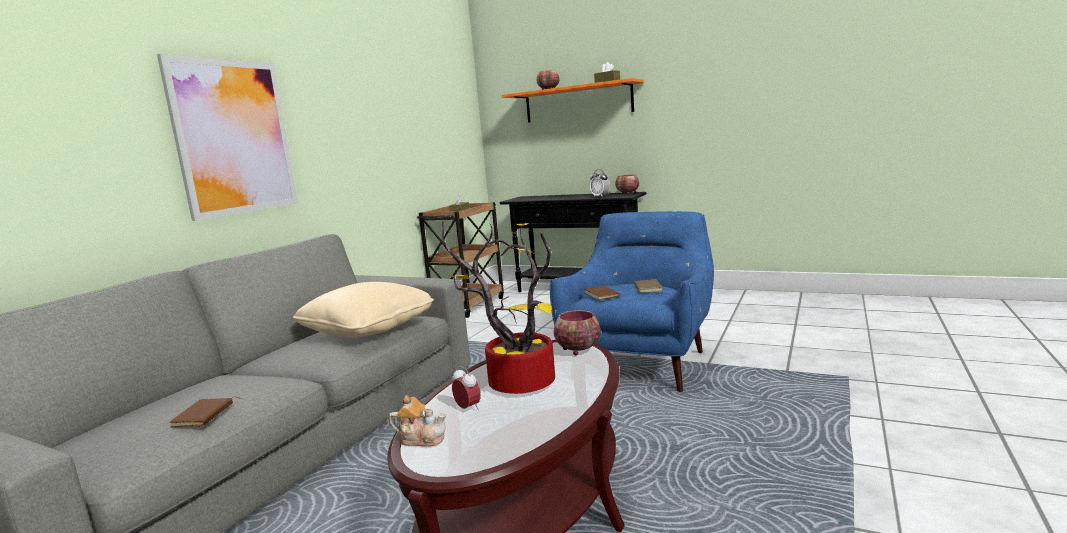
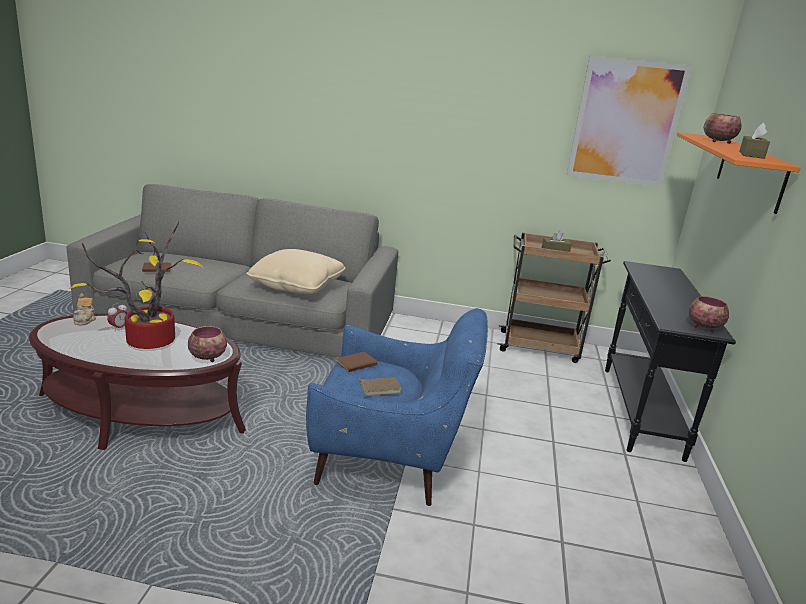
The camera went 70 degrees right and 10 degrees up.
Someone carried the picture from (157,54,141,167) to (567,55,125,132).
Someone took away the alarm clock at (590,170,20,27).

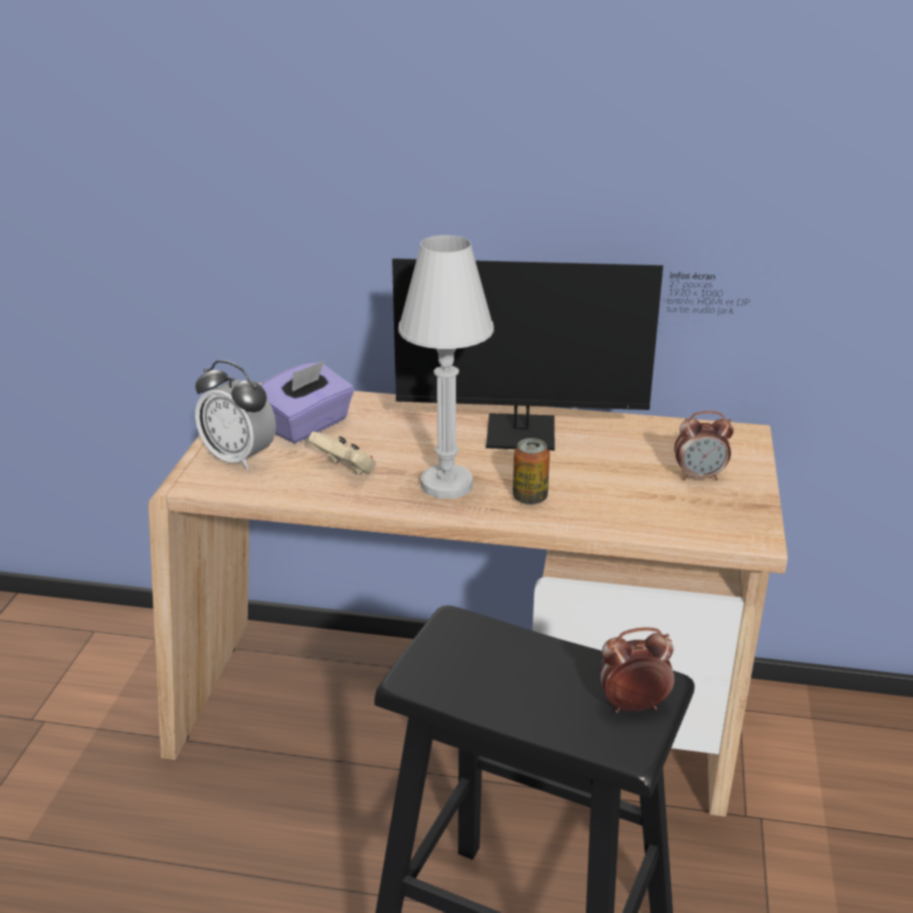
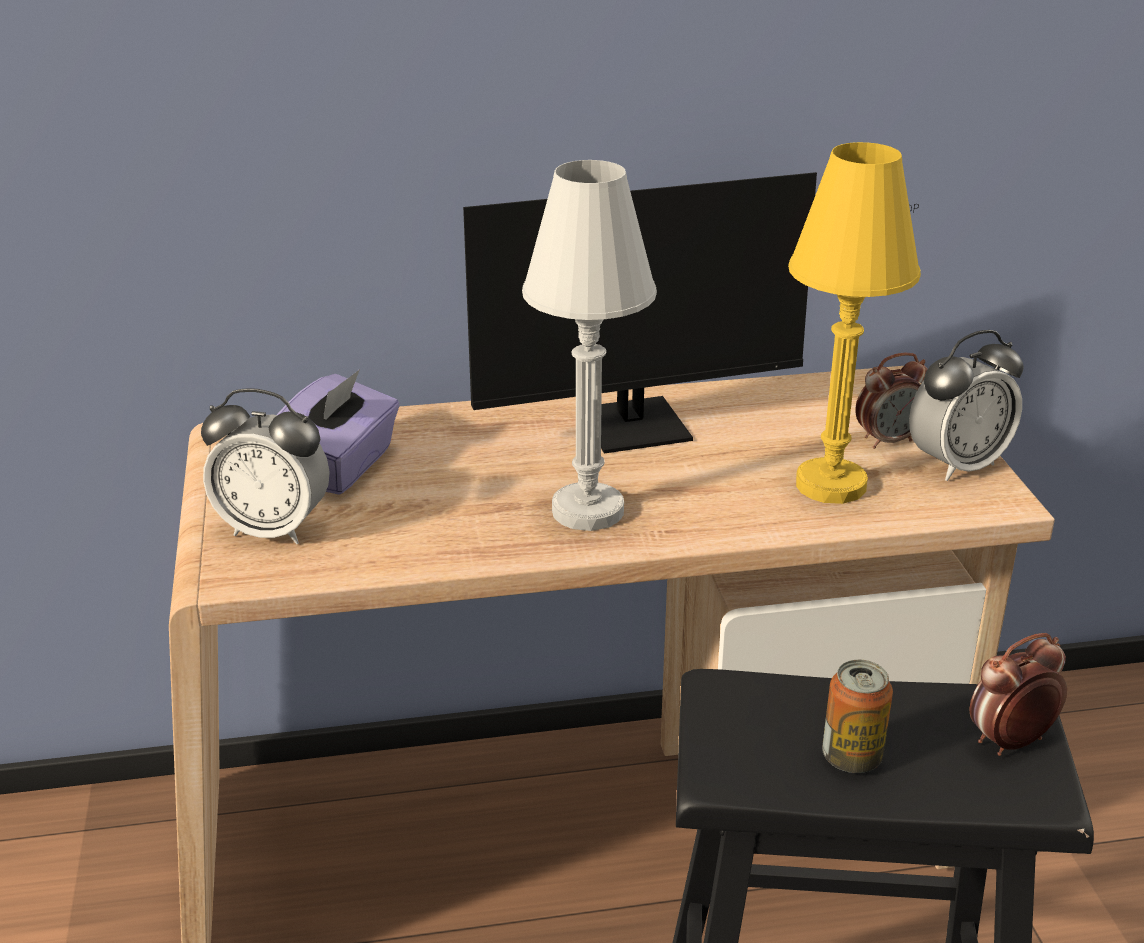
The camera went 20 degrees left and 0 degrees up.
Someone put down the table lamp/yellow at (788,142,133,362).
Someone carried the can from (513,438,37,67) to (822,659,71,114).
Someone put down the alarm clock at (909,330,115,151).
Someone took away the game controller/beige at (309,432,67,43).

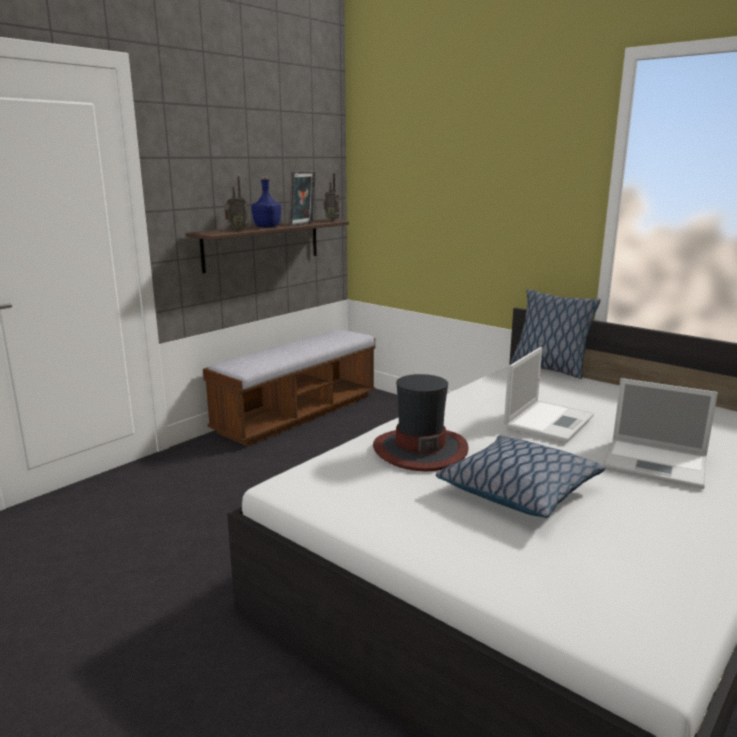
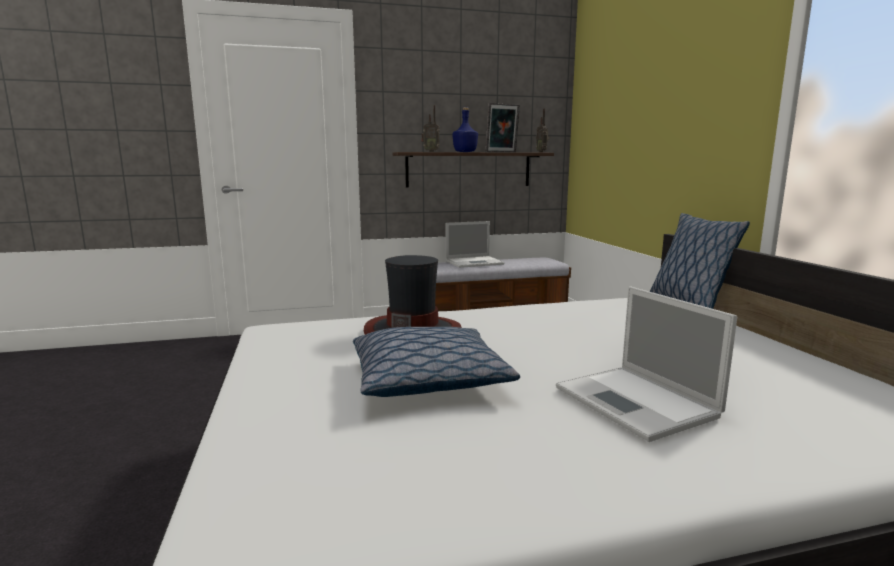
The camera went 35 degrees right and 5 degrees down.
Someone carried the laptop from (504,347,90,96) to (445,221,59,47).

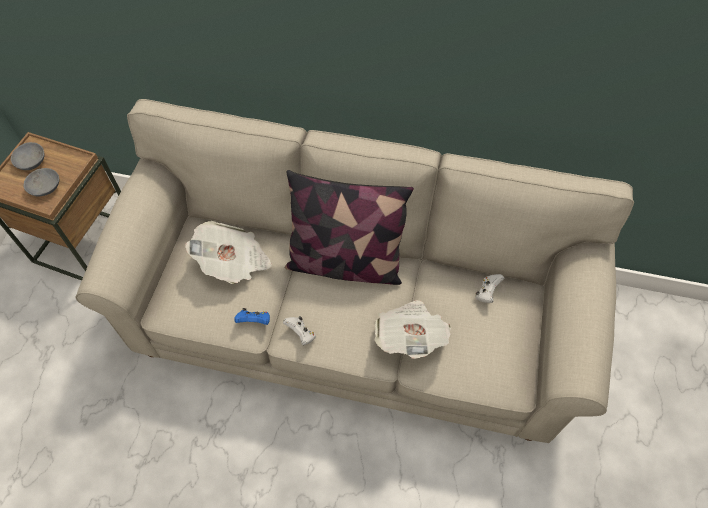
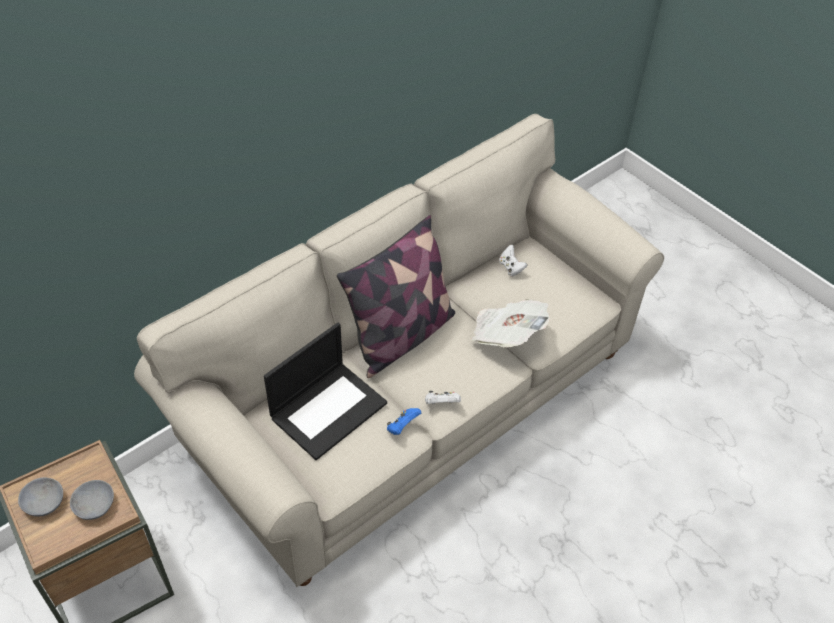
The camera went 55 degrees left and 10 degrees down.
Someone swapped the newspaper at (185,221,87,63) for the laptop at (264,322,123,138).

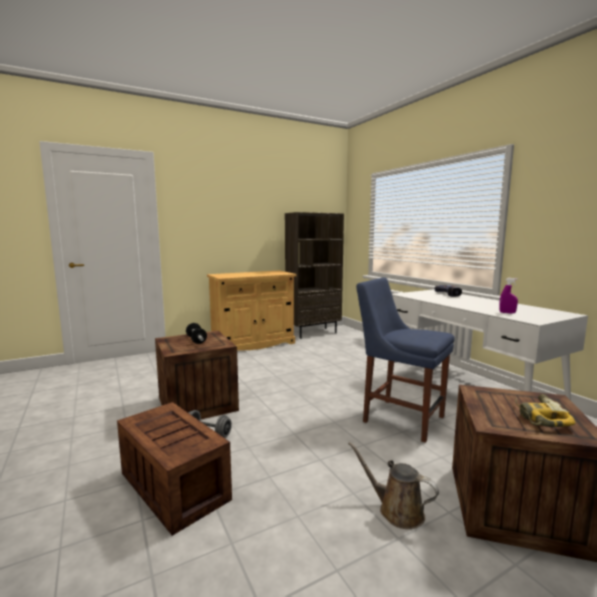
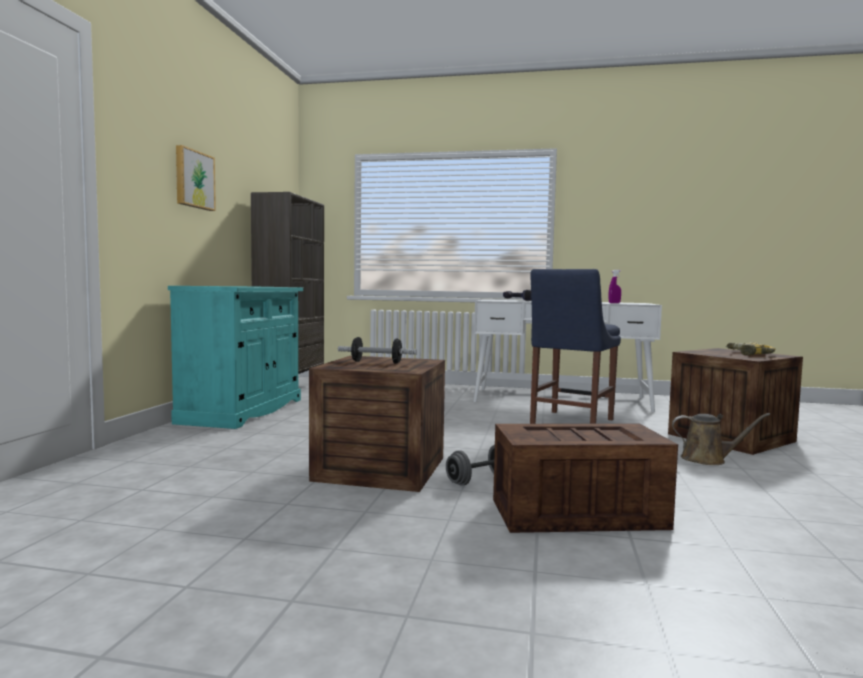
The camera went 50 degrees left and 5 degrees down.
Someone repainted the cabinet/beige at (207,270,89,80), which became the cabinet/turquoise at (168,286,135,143).
Someone put up the picture at (176,145,40,66).
Someone rotated the chair/blue at (356,277,99,166) by 45 degrees counterclockwise.
Someone rotated the watering can/brown at (348,442,91,87) by 150 degrees counterclockwise.

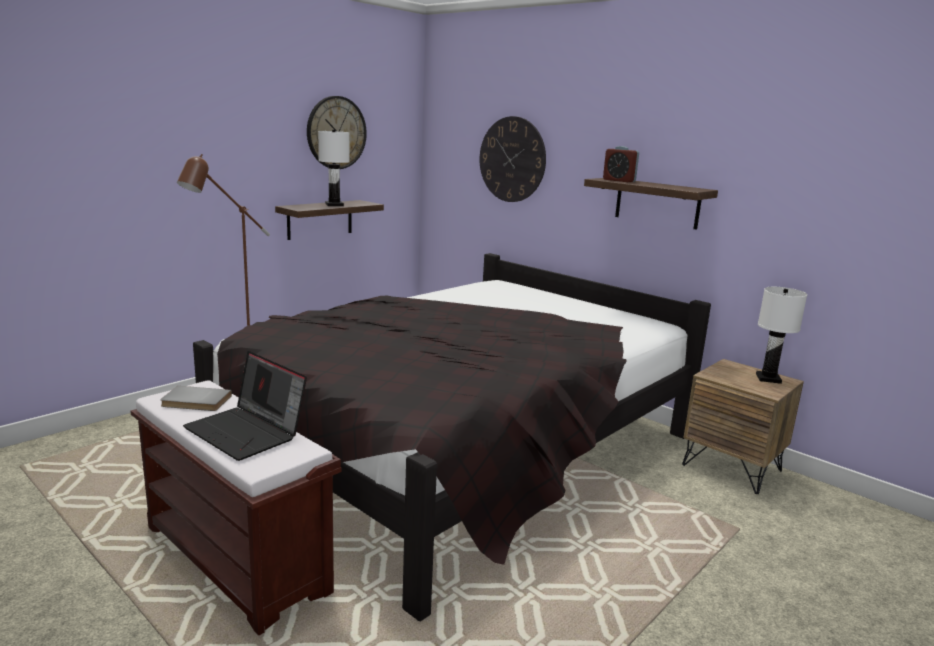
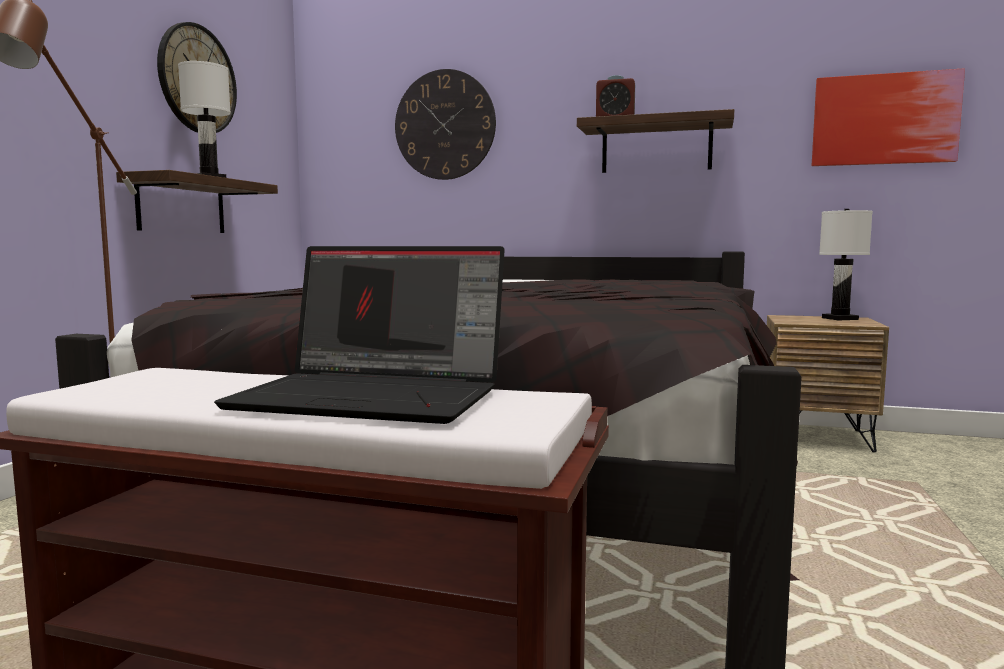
The camera went 25 degrees left and 10 degrees down.
Someone put up the picture at (812,68,153,98).
Someone took away the book/grey at (160,386,72,25).

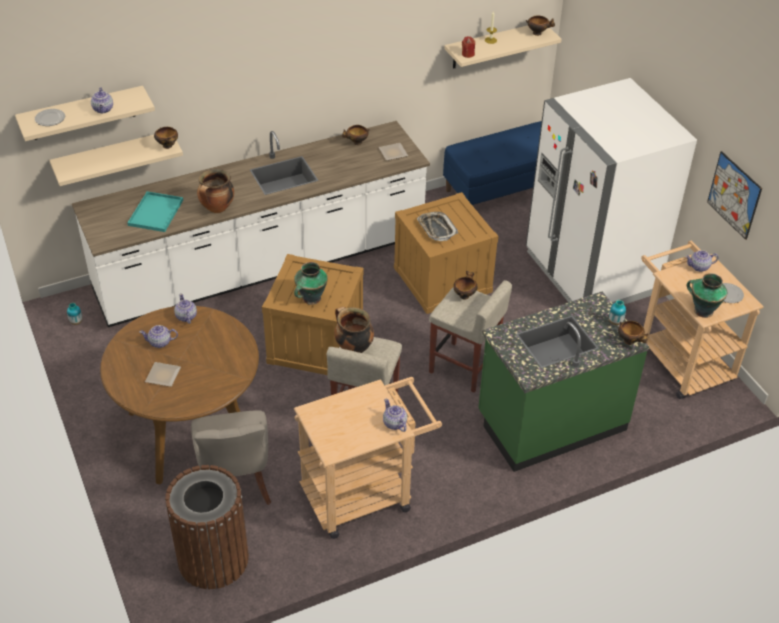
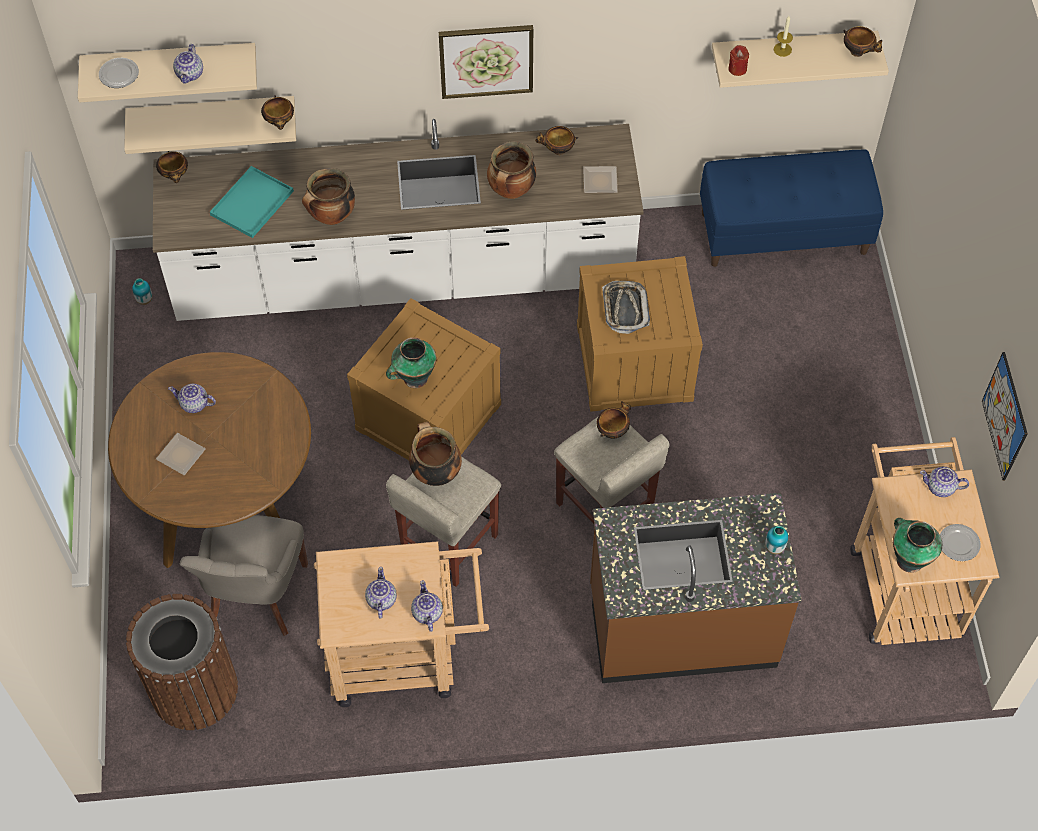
The camera went 20 degrees right and 15 degrees up.
Someone carried the bowl from (618,321,30,24) to (156,151,32,32).
Someone carried the teapot from (174,293,23,31) to (365,567,32,51).
Someone put up the picture at (439,25,94,74).
Someone put down the cooking pot at (487,141,49,58).
Someone repainted the counter/green at (478,292,171,180), which became the counter/brown at (590,493,212,190).
Someone took away the fridge/white at (526,78,171,227).

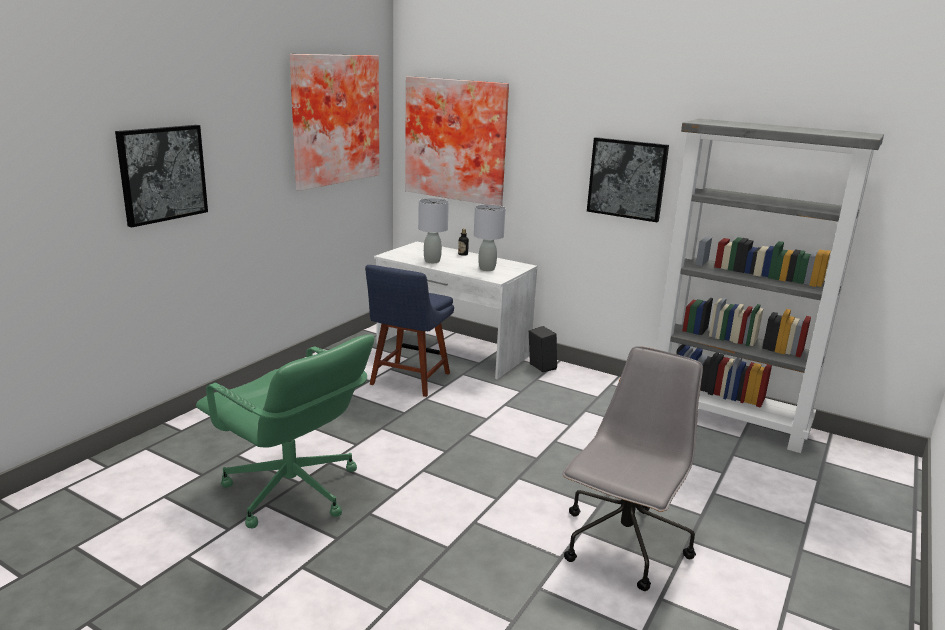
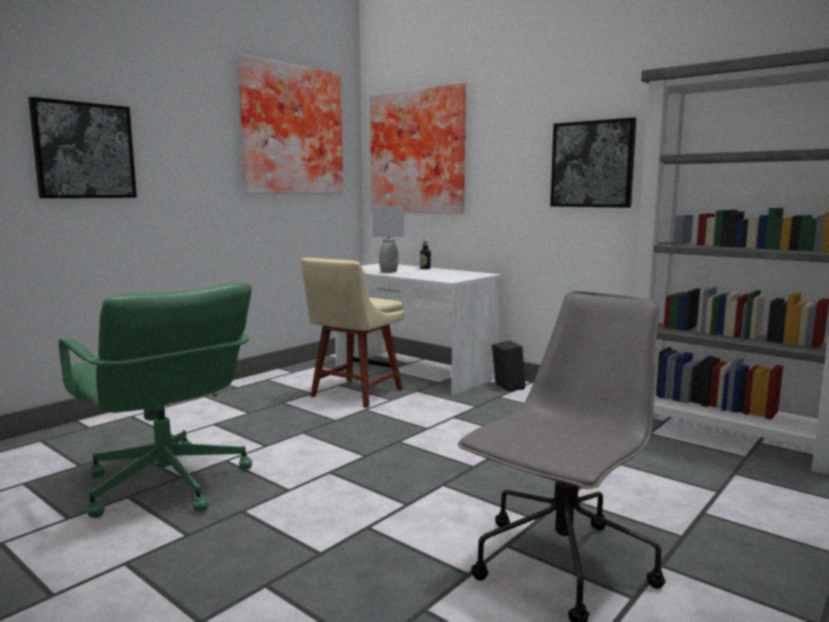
The camera went 10 degrees right and 10 degrees down.
Someone repainted the chair/blue at (365,265,89,132), which became the chair/beige at (301,258,104,150).
Someone took away the table lamp/grey at (474,204,32,67).

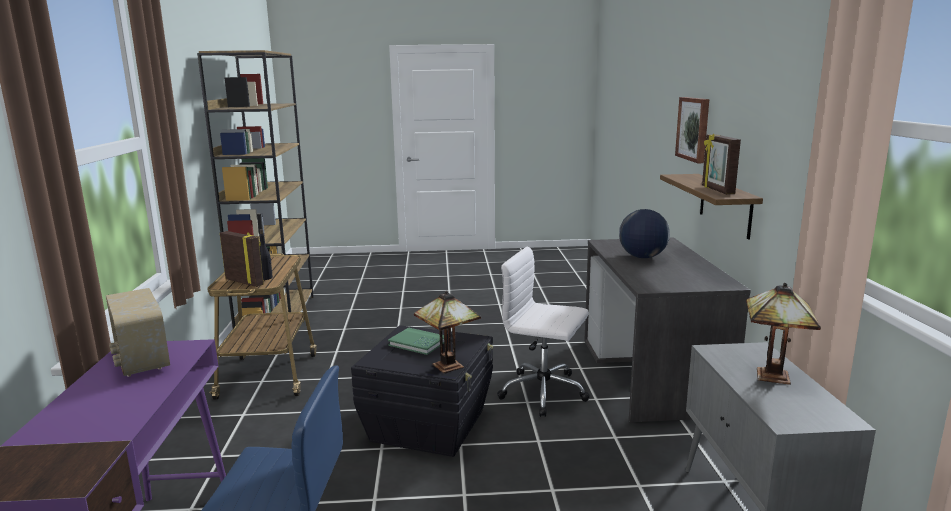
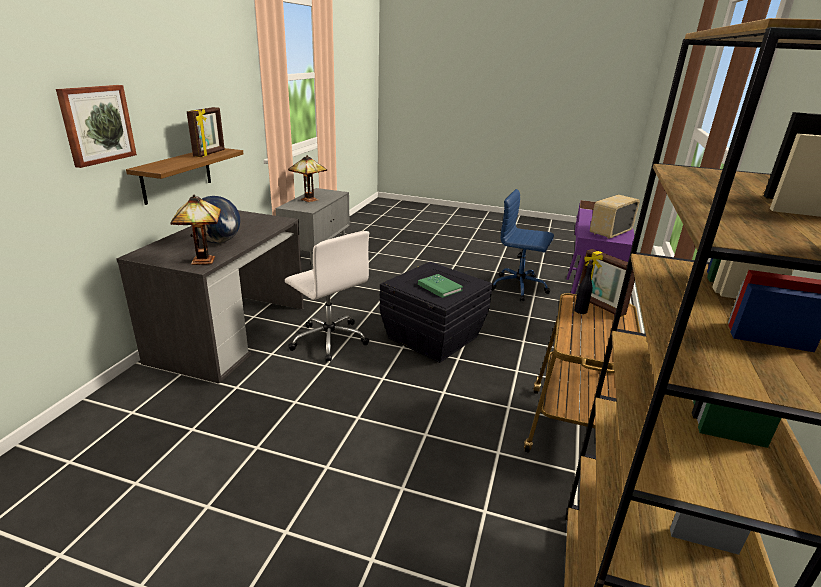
The camera went 160 degrees left and 10 degrees up.
Someone carried the table lamp from (414,291,67,82) to (170,195,51,70).
Someone rotated the radio at (106,288,64,89) by 120 degrees counterclockwise.

